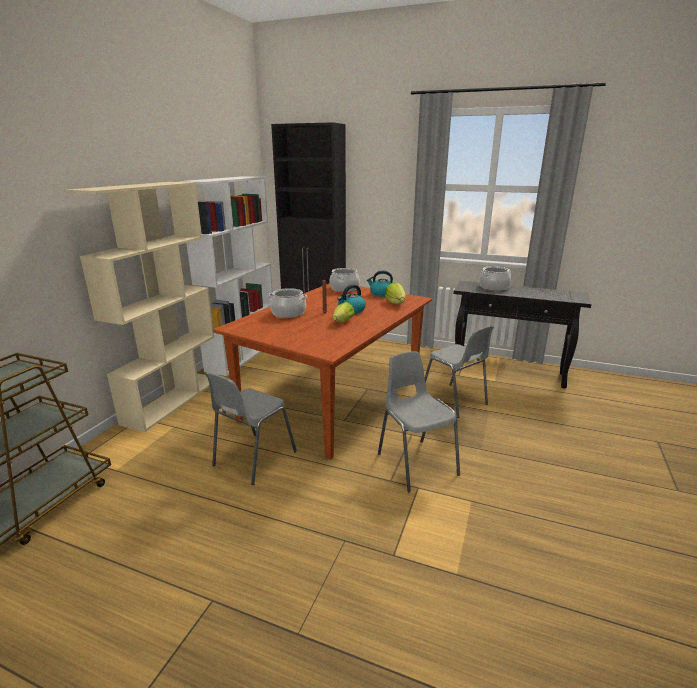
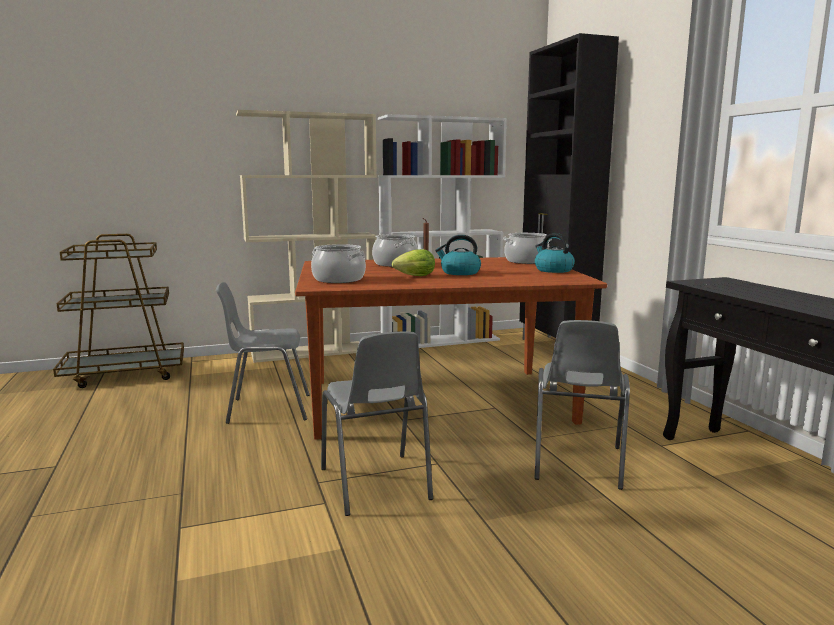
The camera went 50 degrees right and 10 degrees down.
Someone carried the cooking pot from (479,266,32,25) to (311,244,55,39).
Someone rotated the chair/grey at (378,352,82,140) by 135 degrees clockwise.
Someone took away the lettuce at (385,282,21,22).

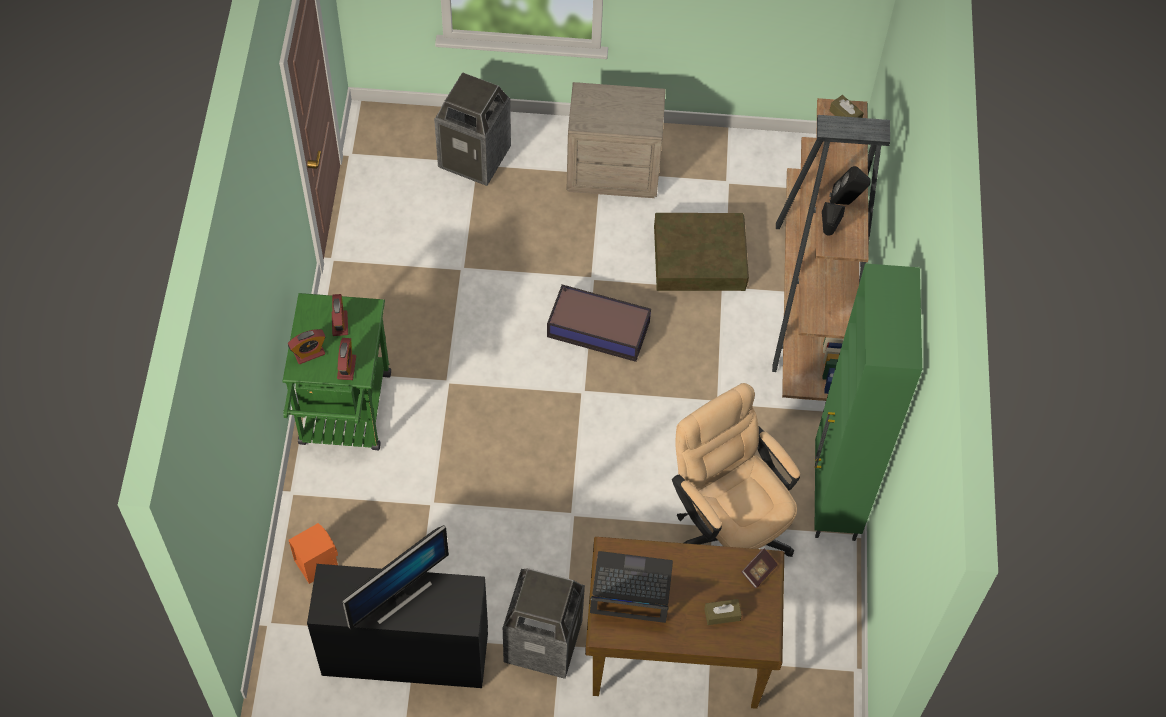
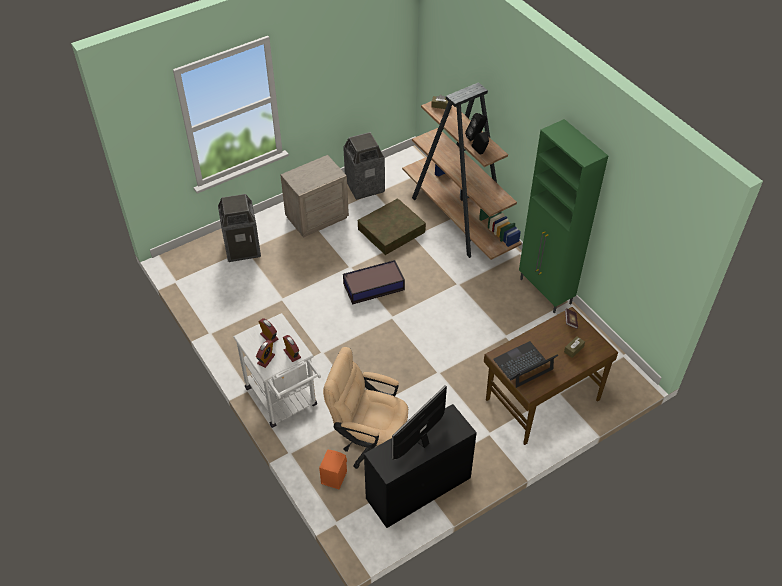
The camera went 35 degrees left and 10 degrees down.
Someone repainted the cart/green at (282,293,109,157), which became the cart/white at (233,313,88,115).
Someone carried the office chair/beige from (672,383,128,174) to (323,347,85,122).
Someone carried the trash can from (503,568,82,111) to (343,132,42,68).
Someone rotated the monitor at (342,525,107,104) by 150 degrees counterclockwise.

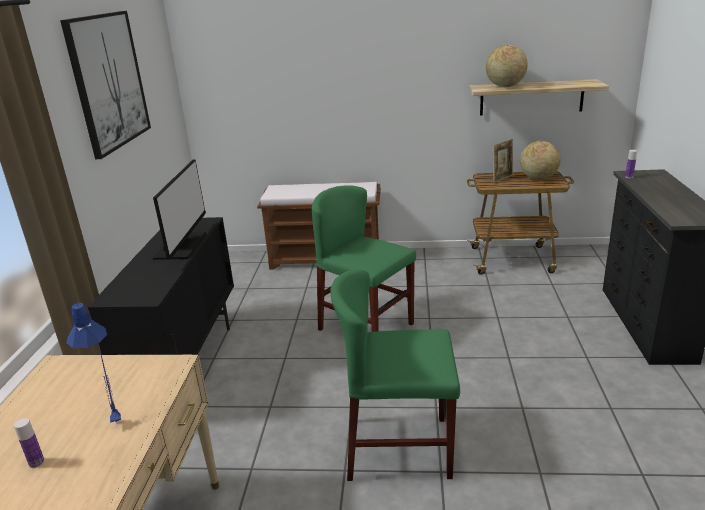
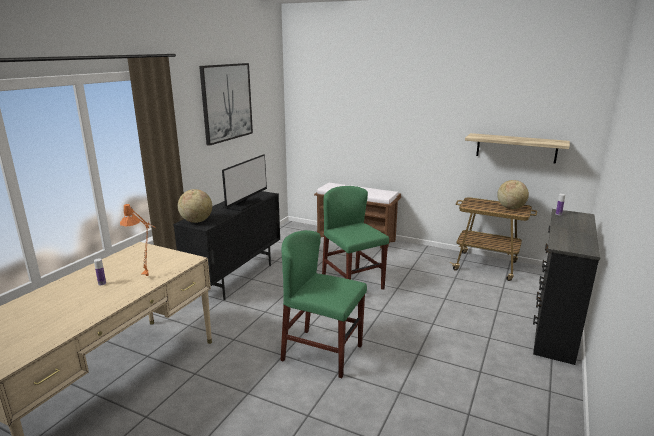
The camera went 20 degrees right and 5 degrees down.
Someone repainted the table lamp/blue at (67,301,54,122), which became the table lamp/orange at (120,204,36,72).
Someone carried the globe from (486,45,42,42) to (178,189,34,34).
Someone took away the picture frame at (493,139,20,44).

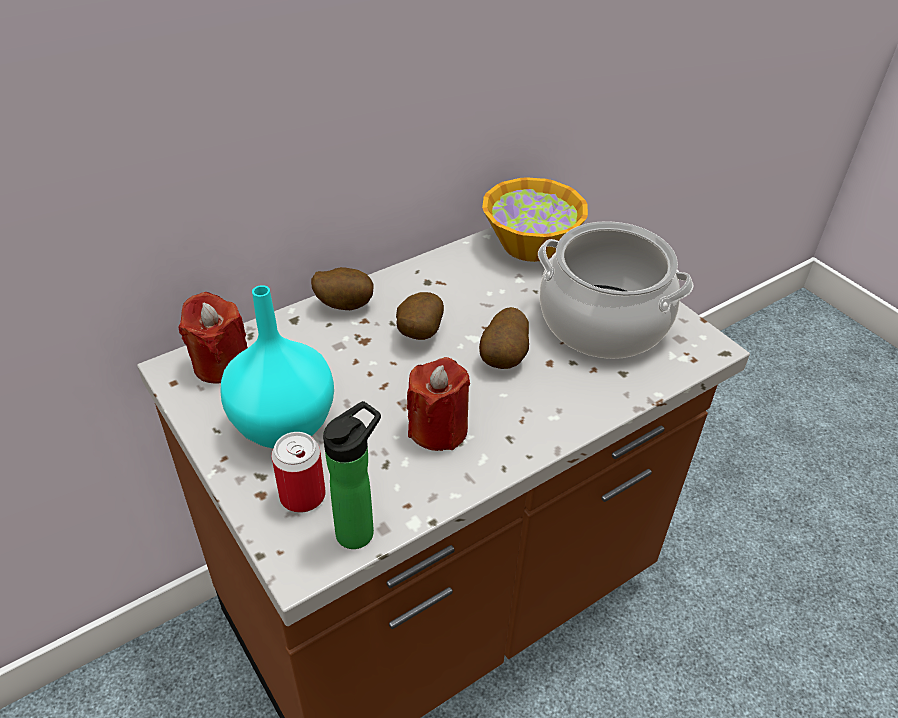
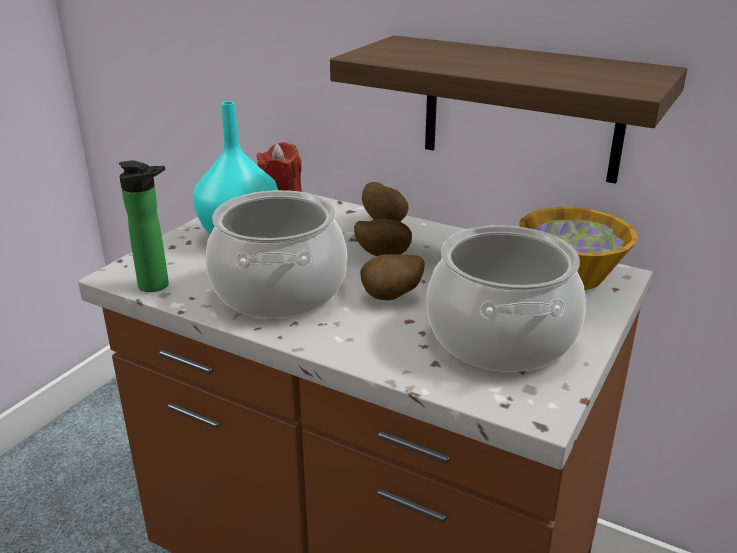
The camera went 65 degrees right and 15 degrees down.
Someone swapped the candle/red at (407,357,63,94) for the cooking pot at (206,190,141,128).
Someone put up the shelf at (330,35,357,149).
Someone took away the can at (271,432,55,81).

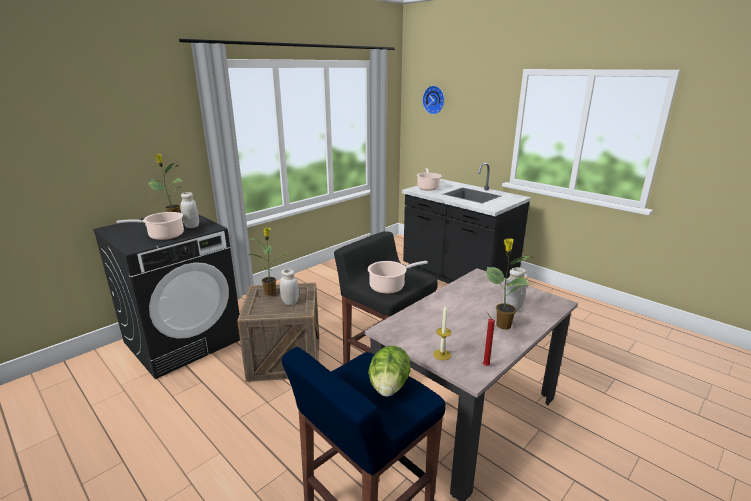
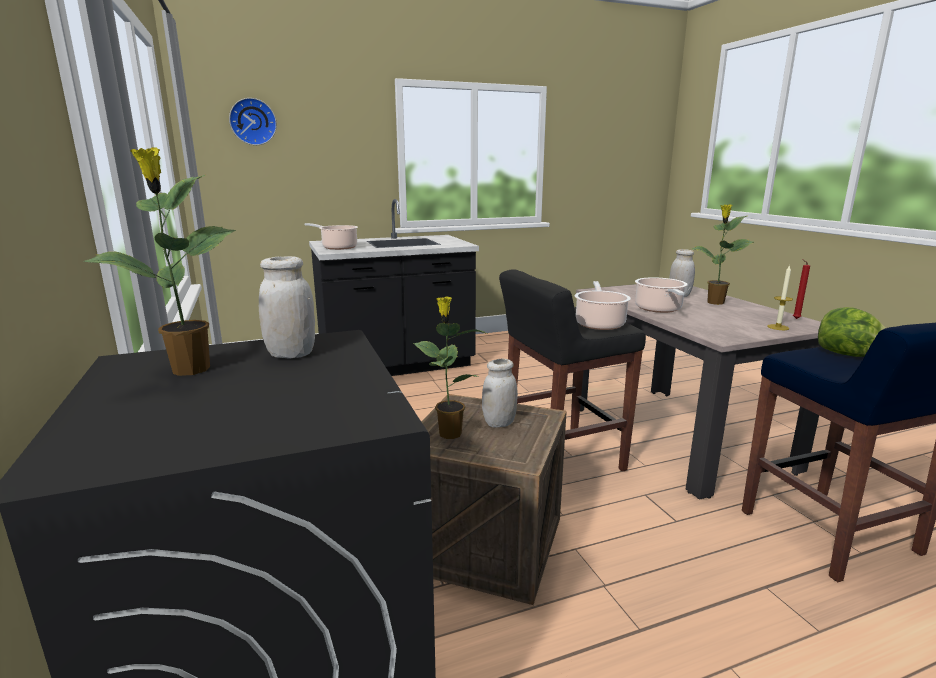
The camera went 65 degrees left and 5 degrees down.
Someone carried the cooking pot from (117,212,67,28) to (635,278,53,35).

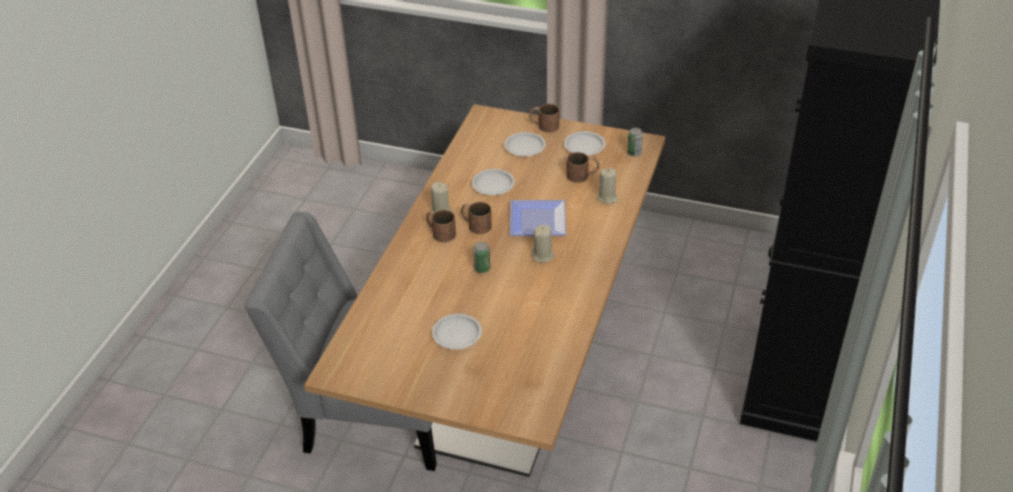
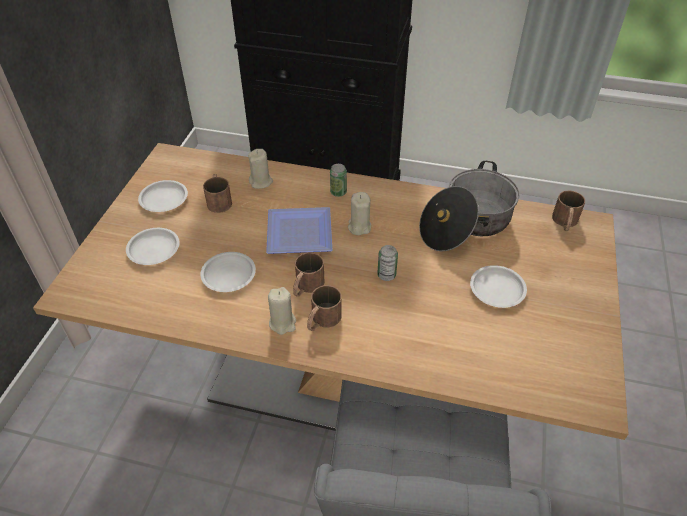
The camera went 95 degrees left and 5 degrees up.
Someone carried the can from (627,128,16,28) to (330,164,17,33).
Someone put down the cooking pot at (419,161,100,91).
Someone carried the mug/brown from (529,104,30,29) to (552,191,33,40).

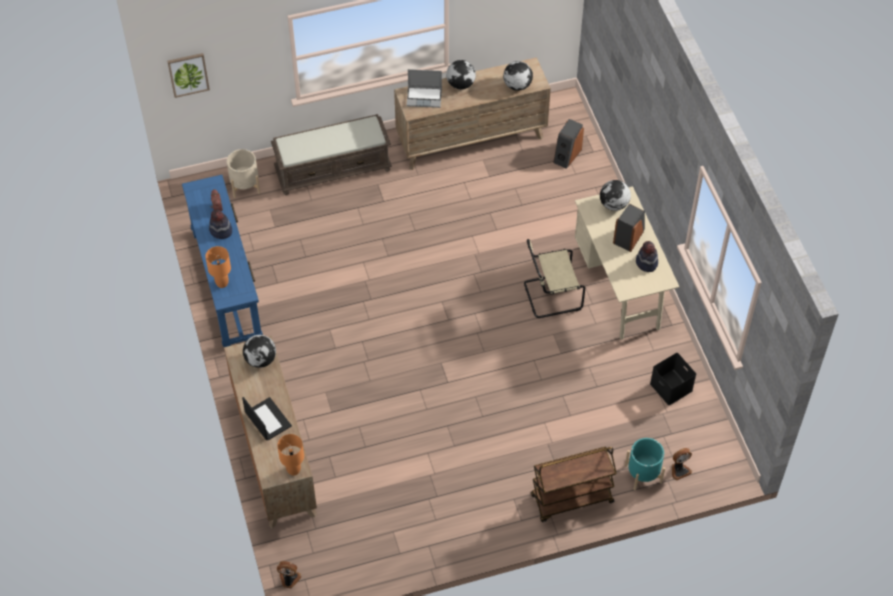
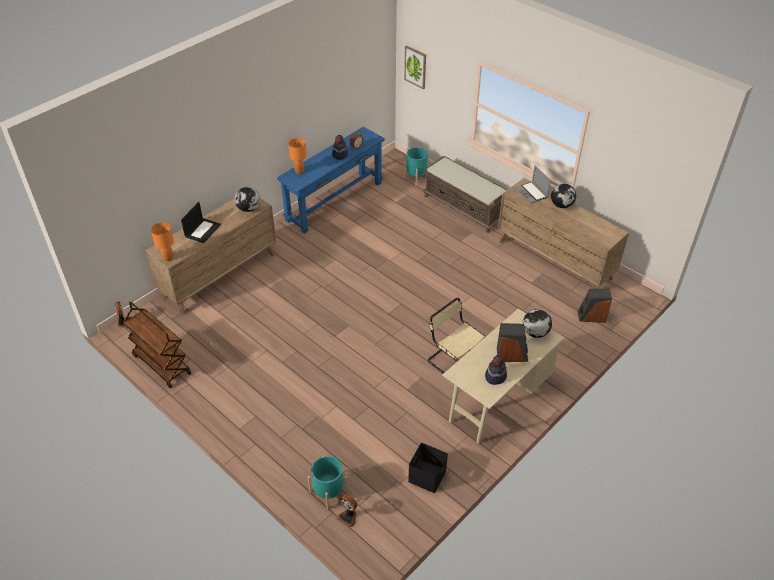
The camera went 60 degrees right and 10 degrees down.
Someone carried the cart/brown from (531,447,86,75) to (123,301,69,87).
Someone repainted the planter/beige at (227,149,33,49), which became the planter/turquoise at (403,147,28,39).
Someone took away the globe at (503,61,30,30).

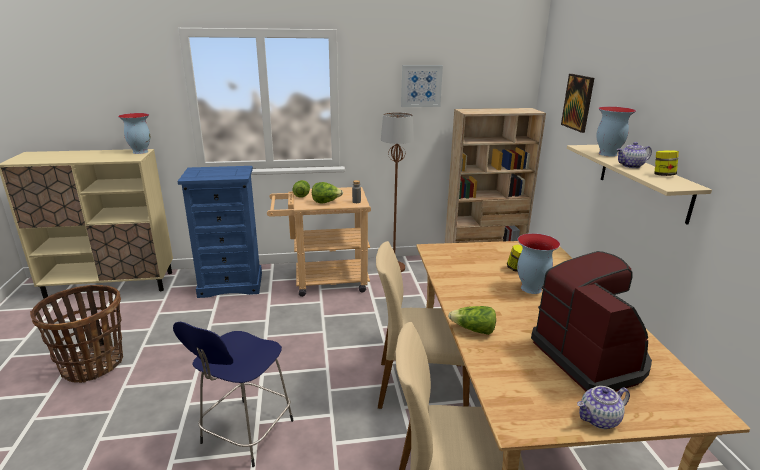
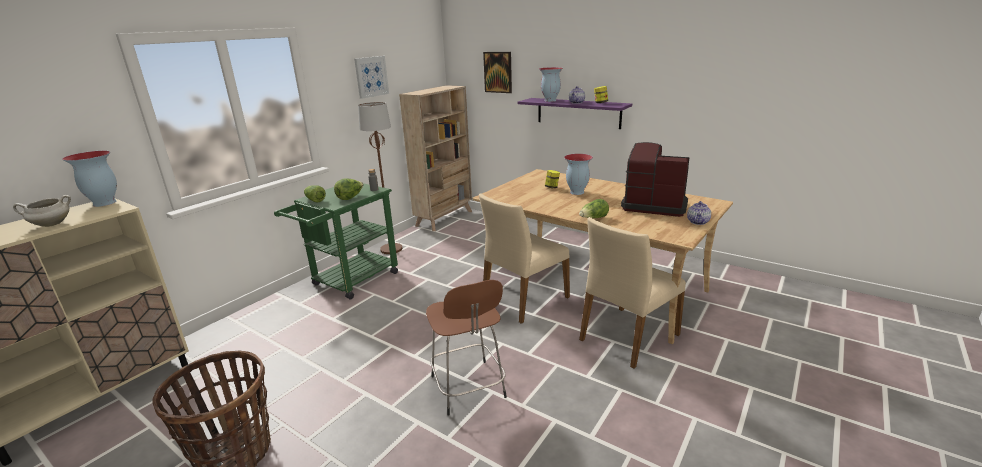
The camera went 45 degrees left and 0 degrees up.
Someone put down the cooking pot/white at (13,195,58,32).
Someone repainted the cart/beige at (267,187,104,110), which became the cart/green at (274,183,124,116).
Someone repainted the stool/blue at (173,322,121,145), which became the stool/brown at (426,280,81,136).
Someone repainted the shelf/beige at (567,145,145,80), which became the shelf/purple at (518,98,114,31).
Someone took away the dresser/blue at (178,166,84,132).

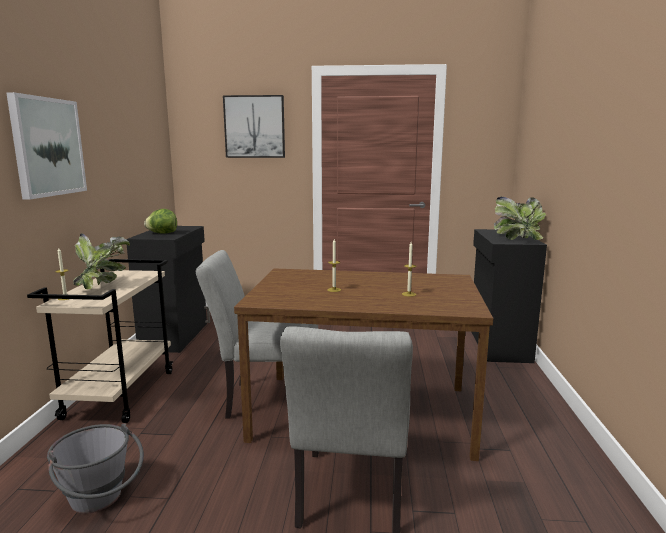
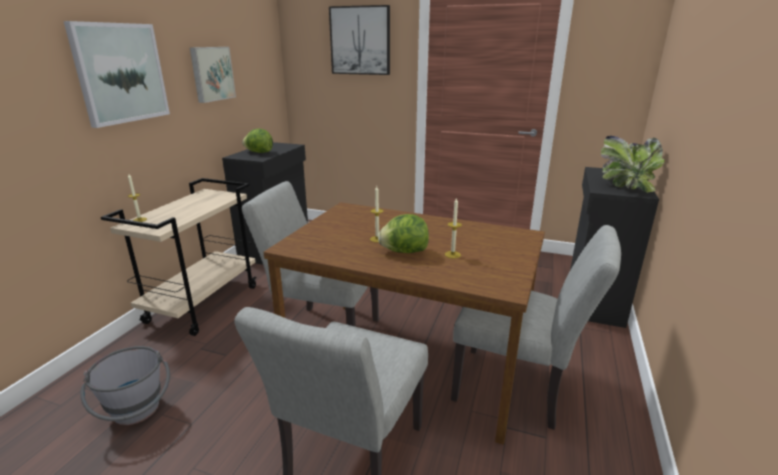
The camera went 15 degrees right and 10 degrees up.
Someone put up the picture at (190,47,46,56).
Someone put down the lettuce at (378,214,51,39).
Someone put down the chair/grey at (451,225,170,205).
Someone took away the potted plant at (73,233,57,57).

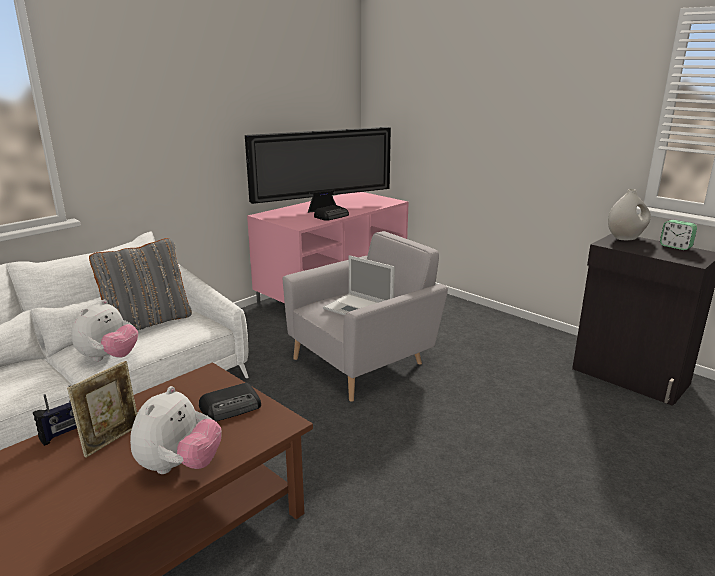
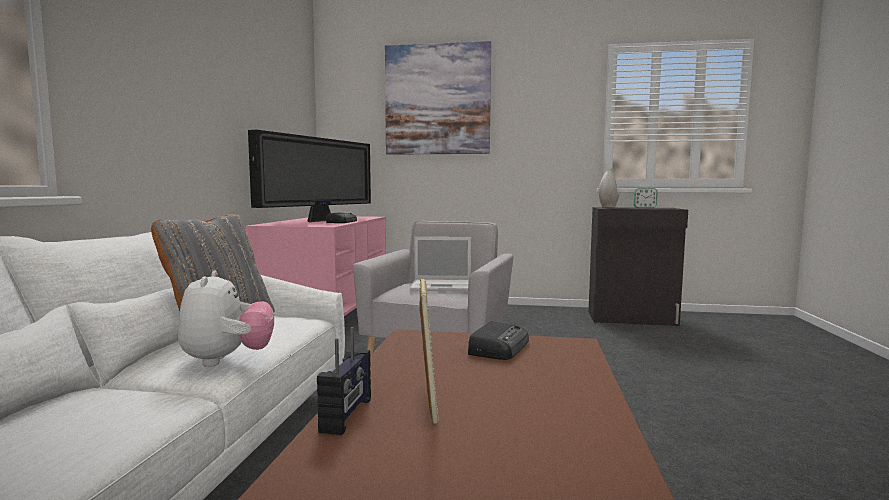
The camera went 35 degrees left and 15 degrees down.
Someone put up the picture at (385,41,106,114).
Someone took away the plush toy at (130,386,91,88).

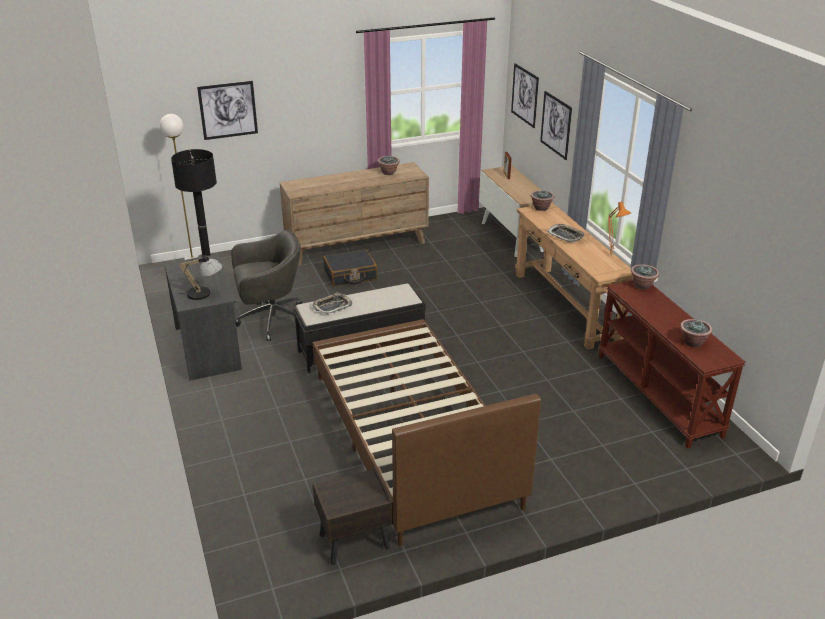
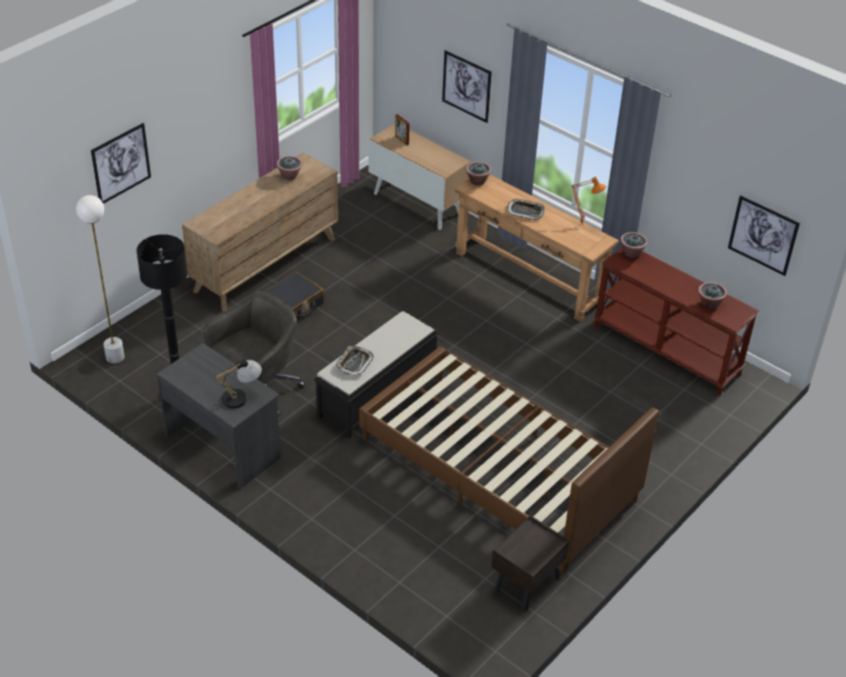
The camera went 30 degrees left and 10 degrees up.
Someone carried the picture from (511,63,28,65) to (728,195,72,81).

